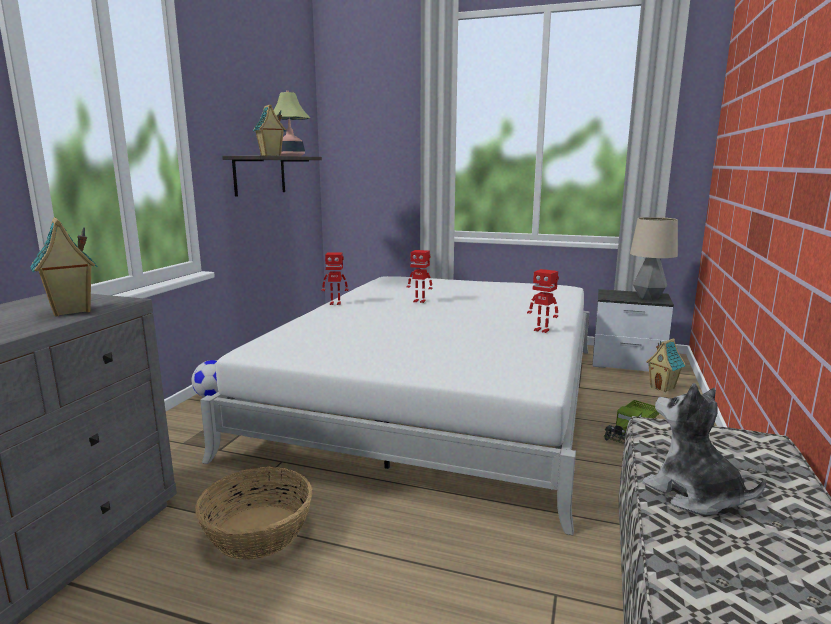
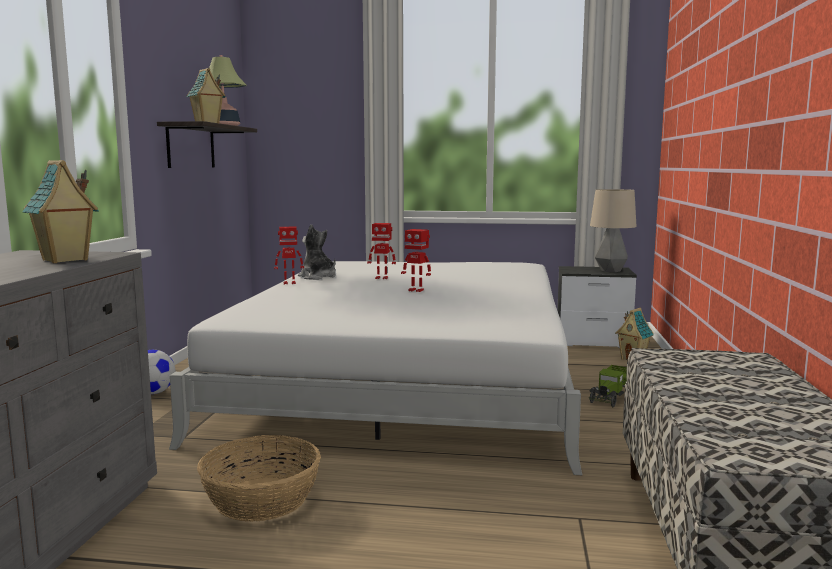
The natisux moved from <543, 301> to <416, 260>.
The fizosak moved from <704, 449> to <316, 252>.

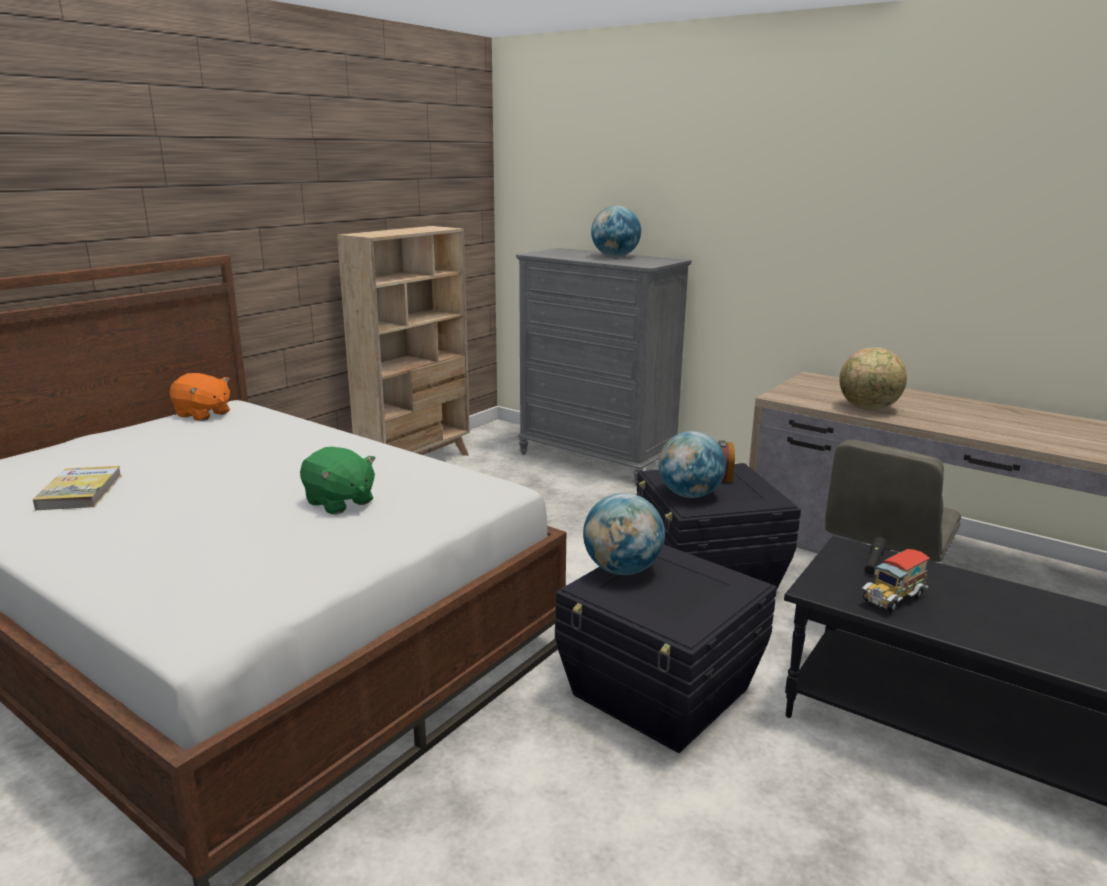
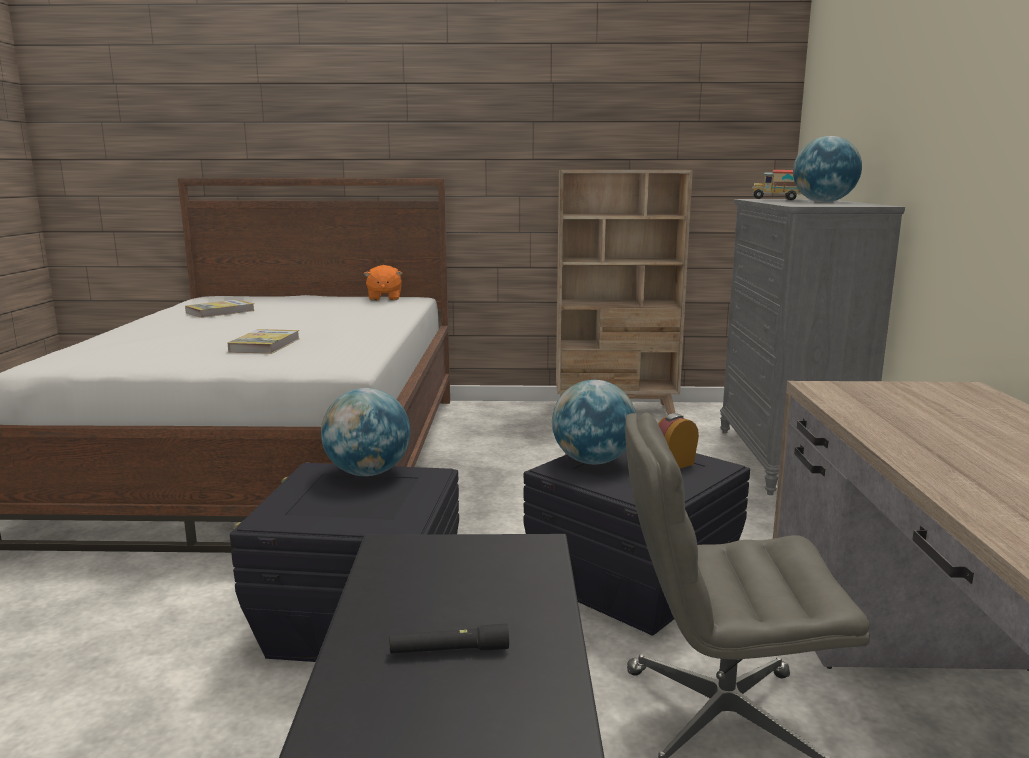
The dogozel at <873, 378> disappeared.
The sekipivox moved from <896, 581> to <777, 185>.
The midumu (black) moved from <875, 556> to <449, 639>.
The fizosak (green) at <338, 480> was replaced by the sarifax at <263, 341>.

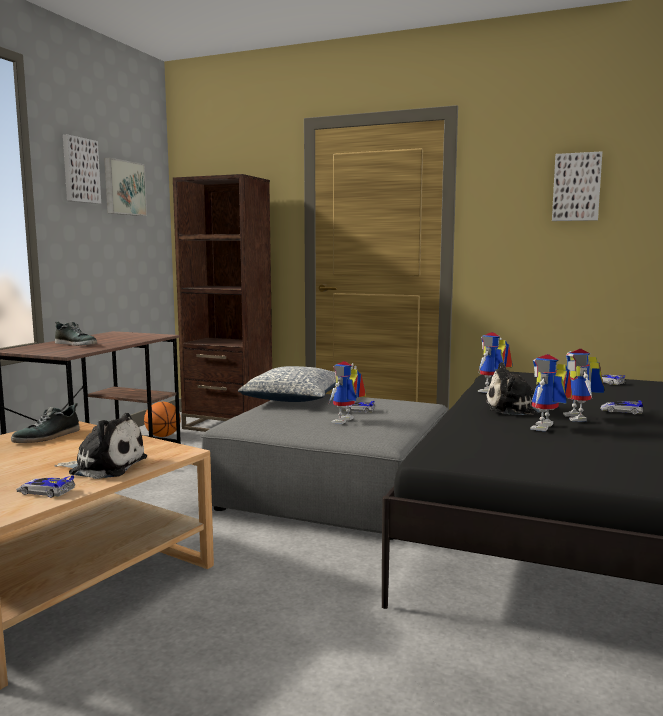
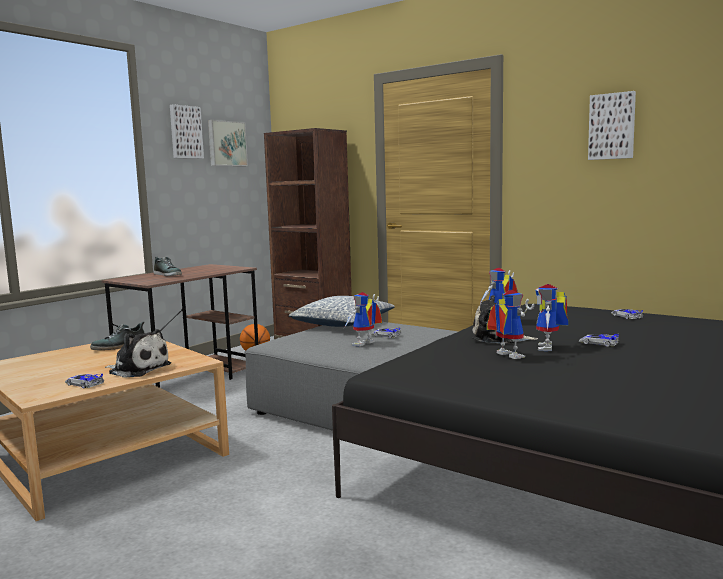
The natisux at <551, 392> turned 105 degrees clockwise.

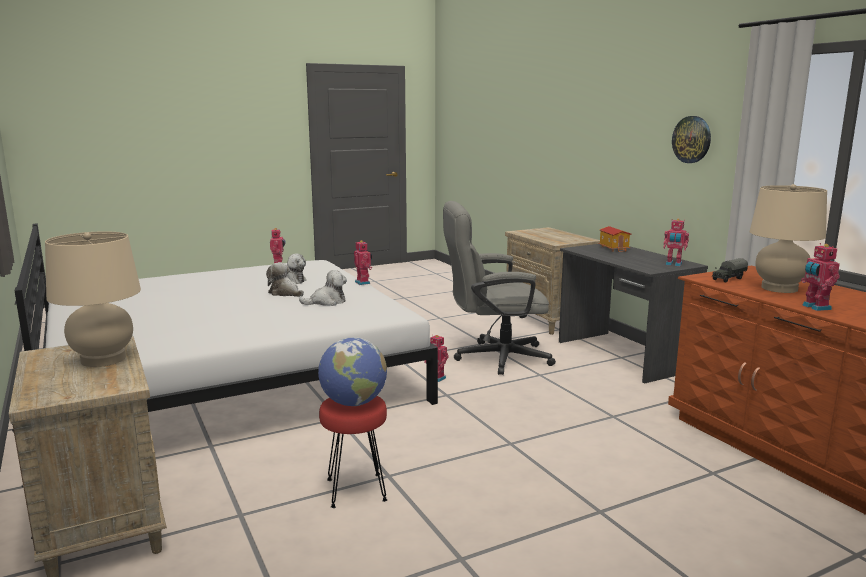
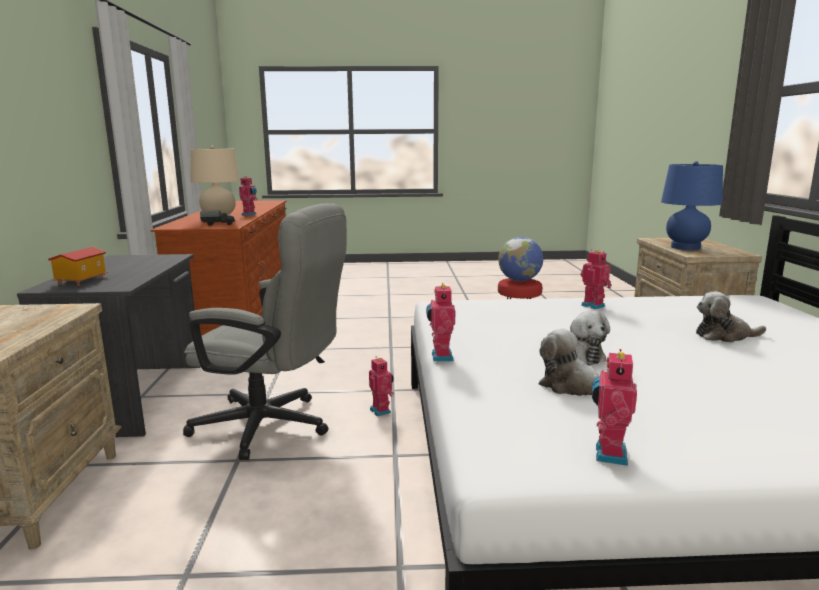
The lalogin at <691, 139> disappeared.
The fizosak moved from <323, 288> to <731, 317>.
The natisux moved from <676, 242> to <596, 279>.
The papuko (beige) at <93, 299> became the papuko (blue) at <692, 205>.

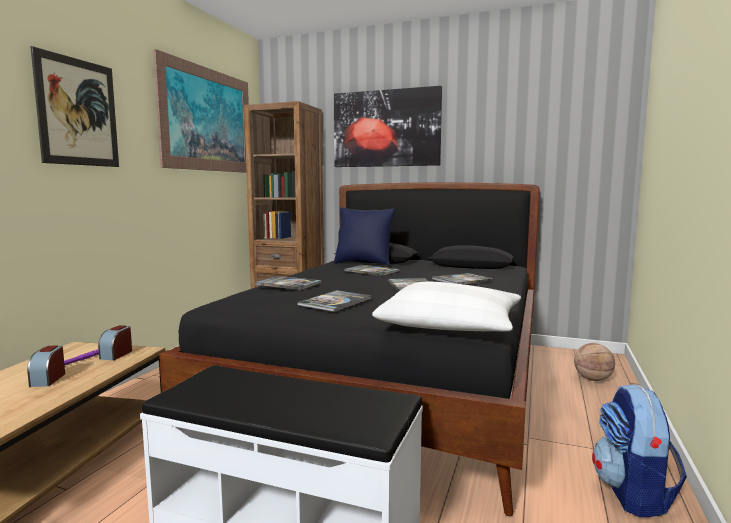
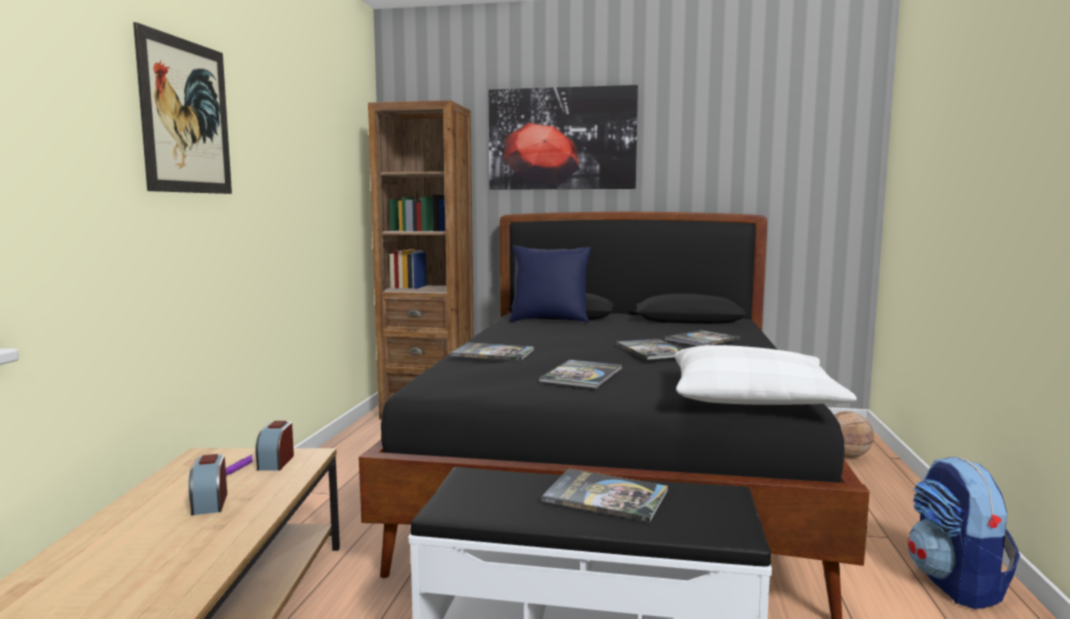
The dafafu at <201, 111> disappeared.
The sarifax moved from <372, 270> to <604, 496>.

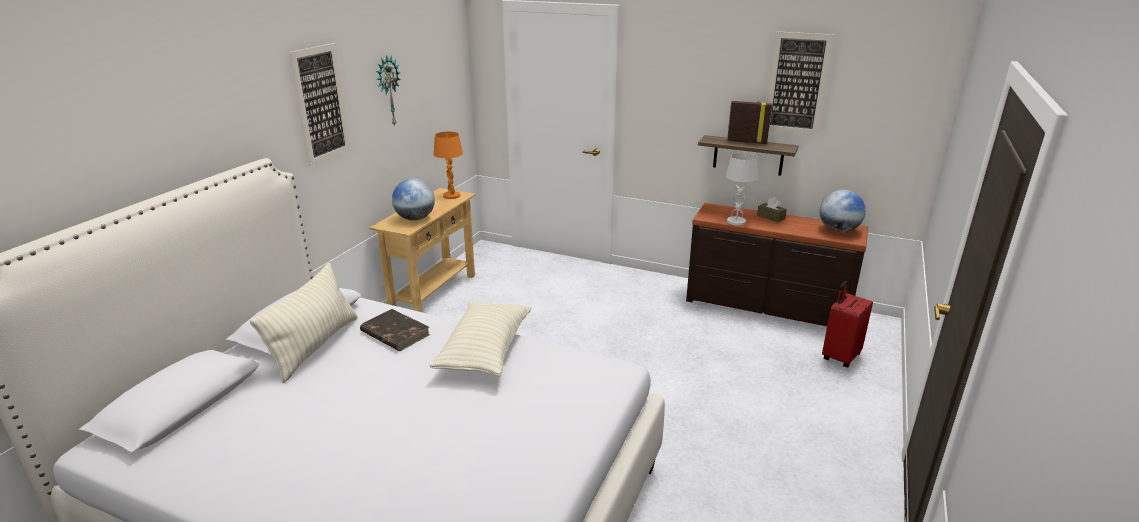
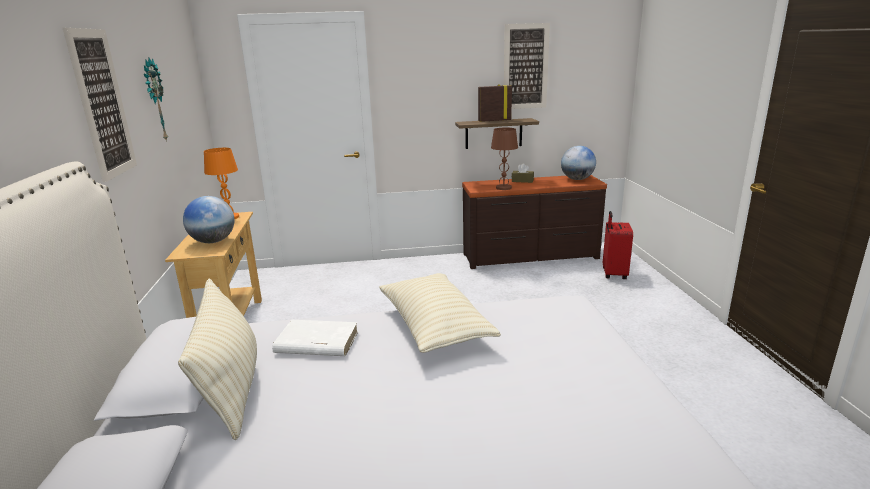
The sarifax (brown) at <395, 330> became the sarifax (white) at <315, 338>.
The papuko (white) at <742, 189> became the papuko (brown) at <504, 159>.

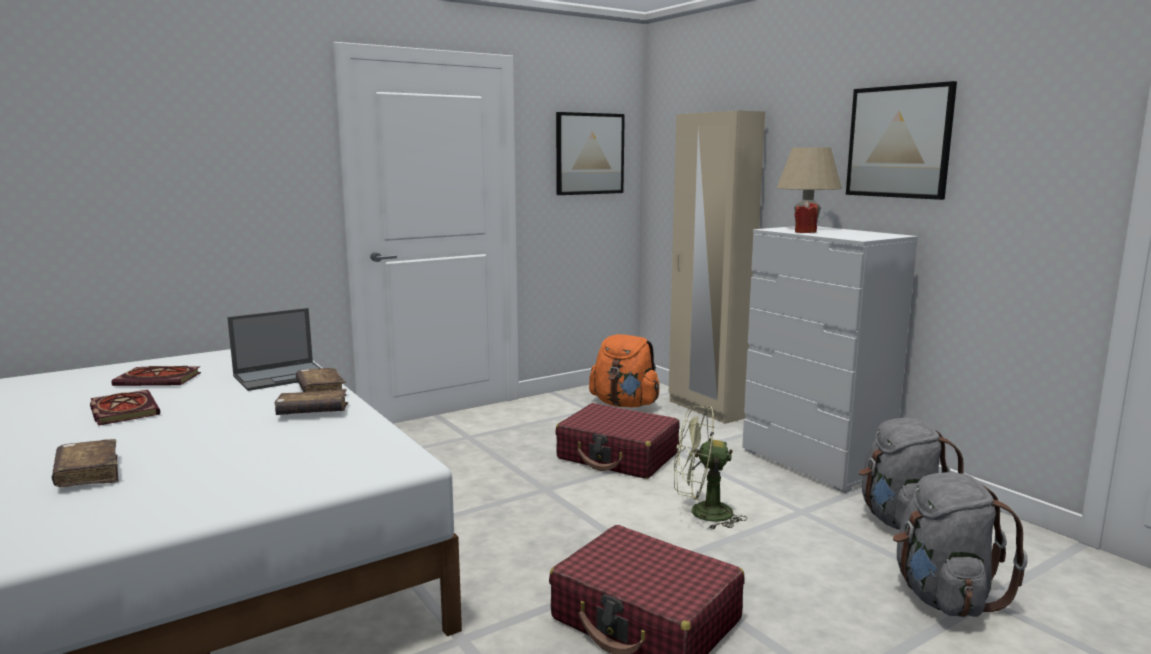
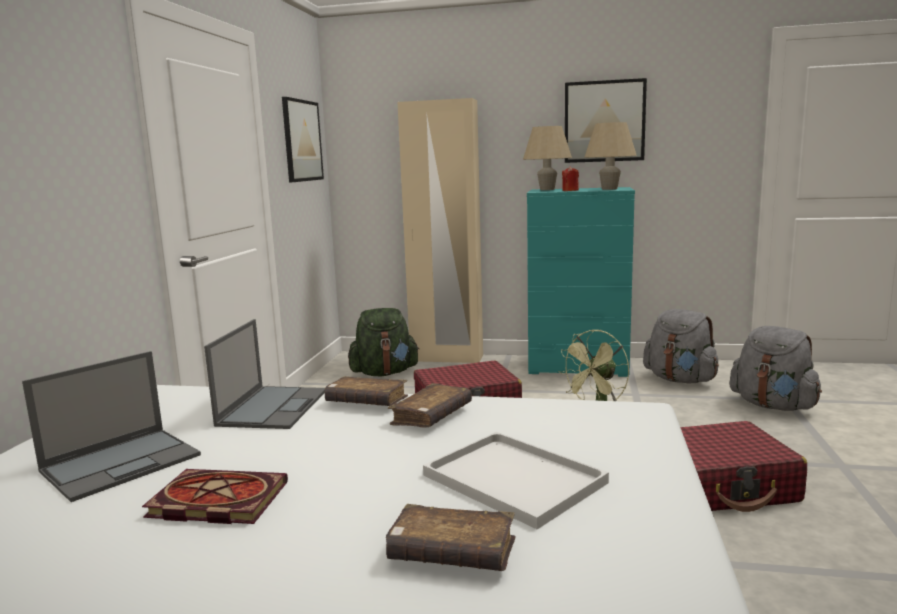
The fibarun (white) at <516, 480> appeared.
The papuko (beige) at <611, 156> appeared.
The sarifax at <156, 376> was replaced by the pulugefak at <111, 426>.
The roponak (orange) at <624, 370> became the roponak (green) at <384, 342>.
The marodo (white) at <830, 359> became the marodo (turquoise) at <581, 282>.

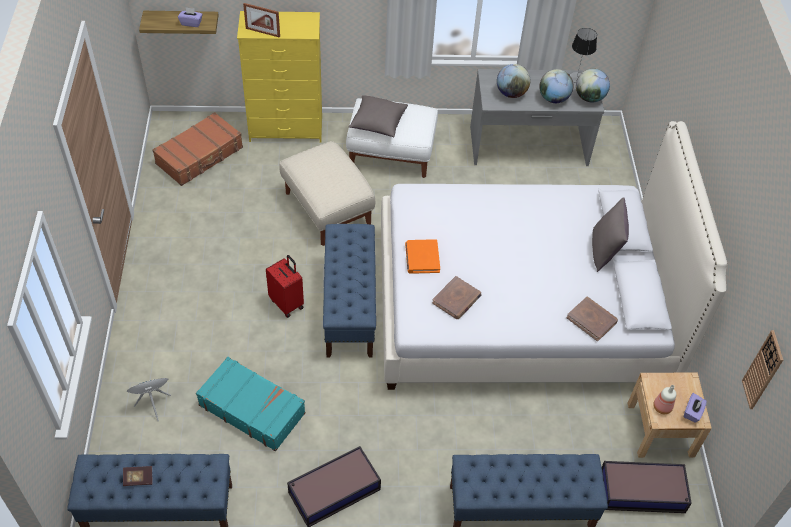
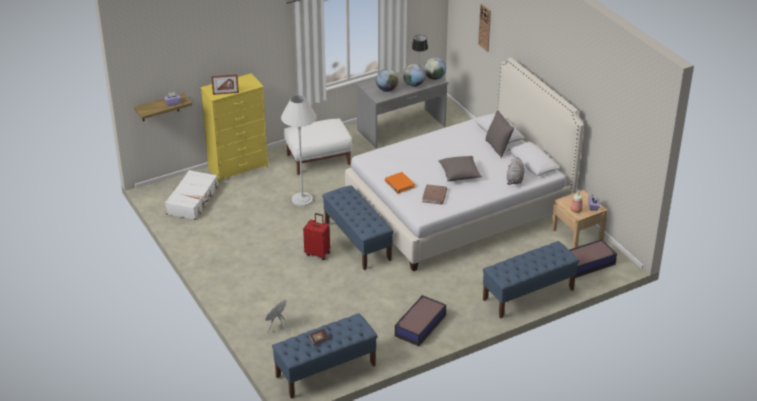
The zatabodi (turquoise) at <250, 404> disappeared.
The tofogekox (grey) moved from <378, 116> to <460, 168>.
The lalogin moved from <762, 369> to <484, 28>.
The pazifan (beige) at <327, 193> was replaced by the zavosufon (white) at <299, 150>.
The sarifax (brown) at <592, 319> was replaced by the fizosak (grey) at <515, 171>.
The zatabodi (brown) at <197, 149> became the zatabodi (white) at <192, 195>.

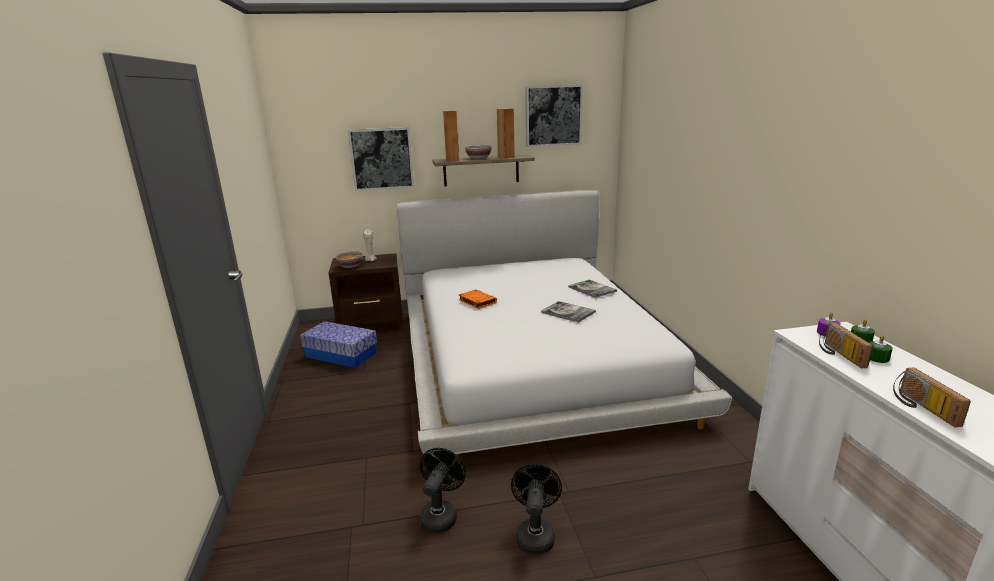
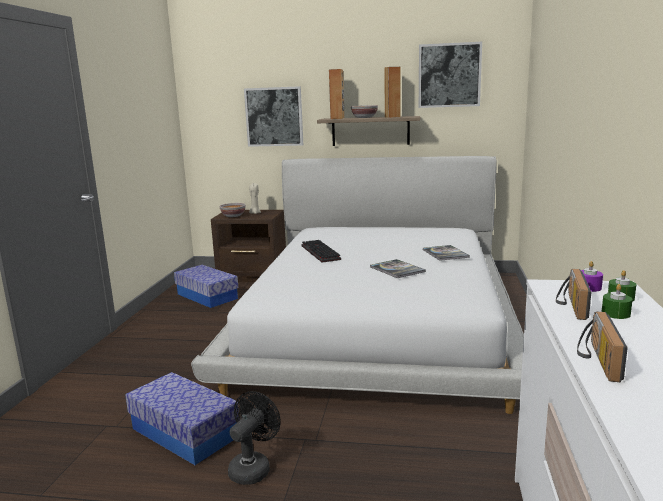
The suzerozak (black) at <442, 490> was replaced by the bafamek at <182, 418>.
The sarifax (orange) at <478, 299> was replaced by the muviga at <321, 251>.

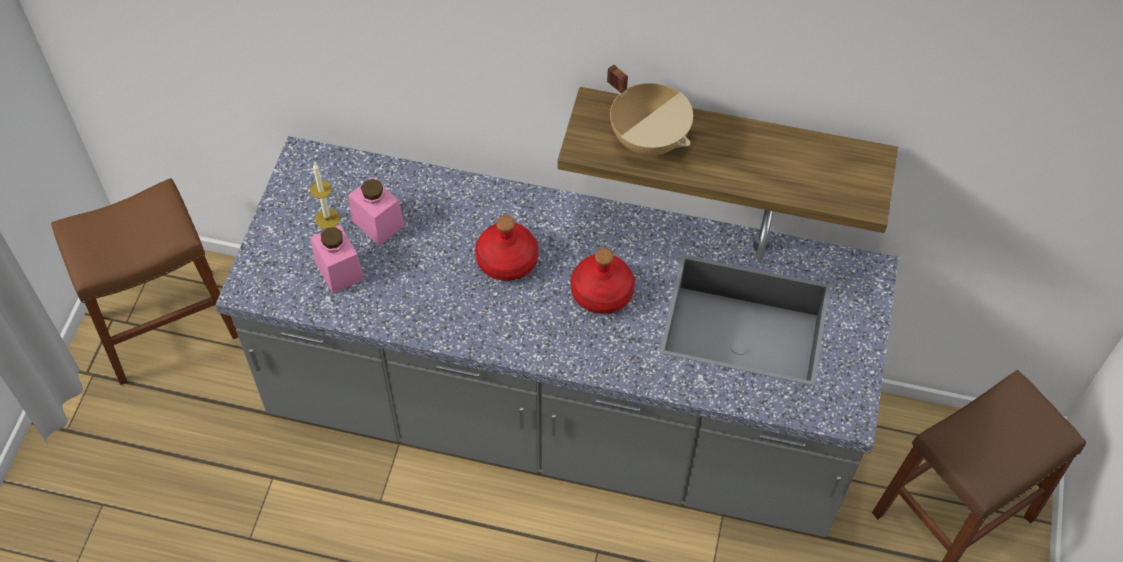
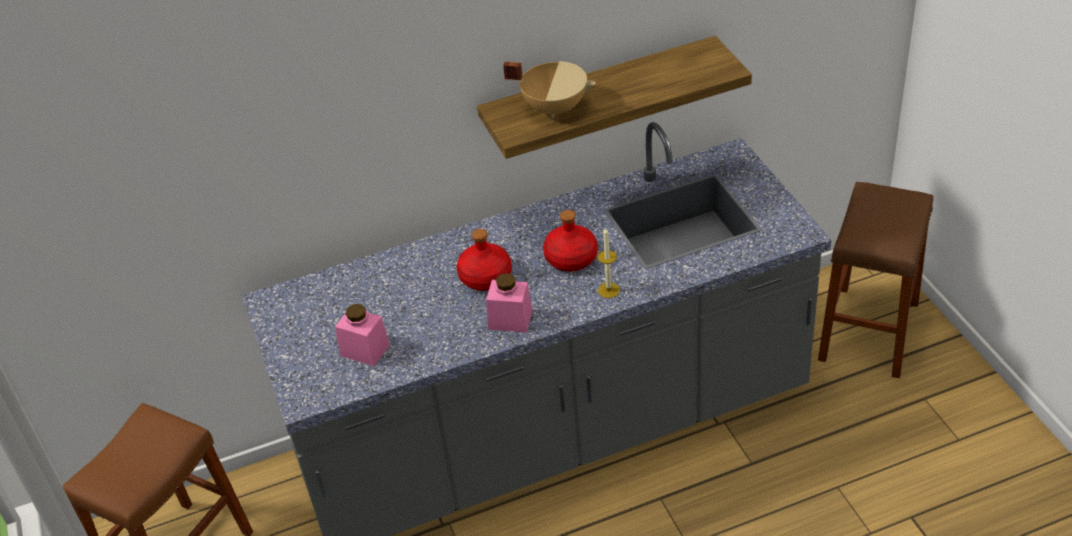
The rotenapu moved from <325, 196> to <608, 262>.
The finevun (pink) moved from <376, 211> to <509, 303>.

